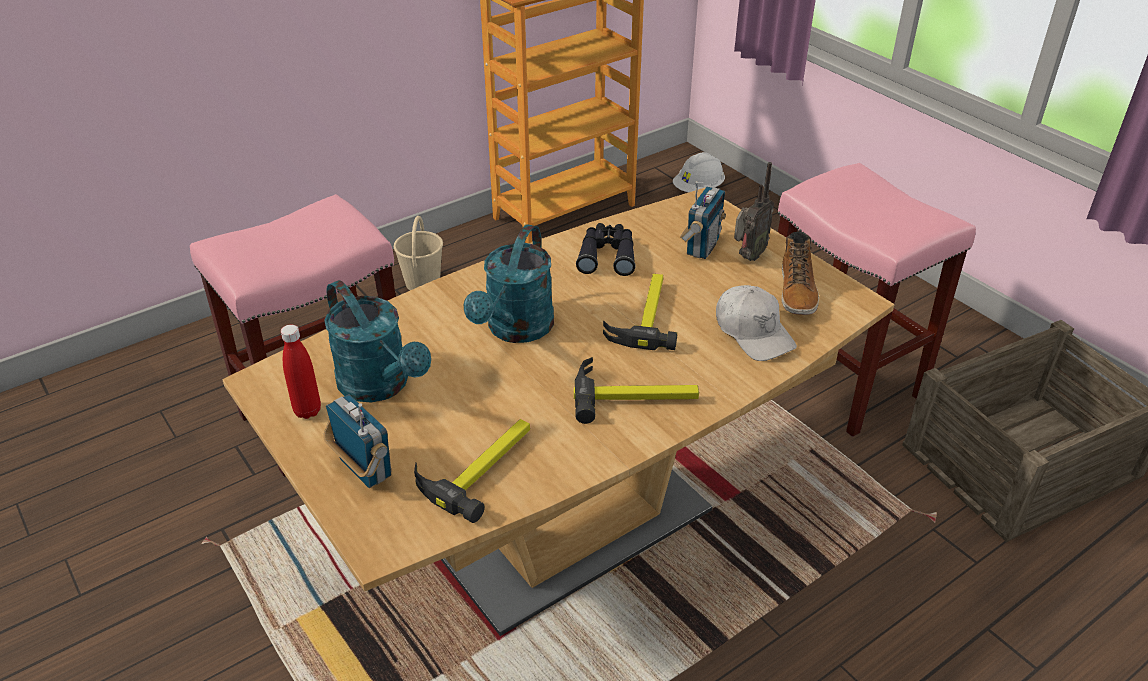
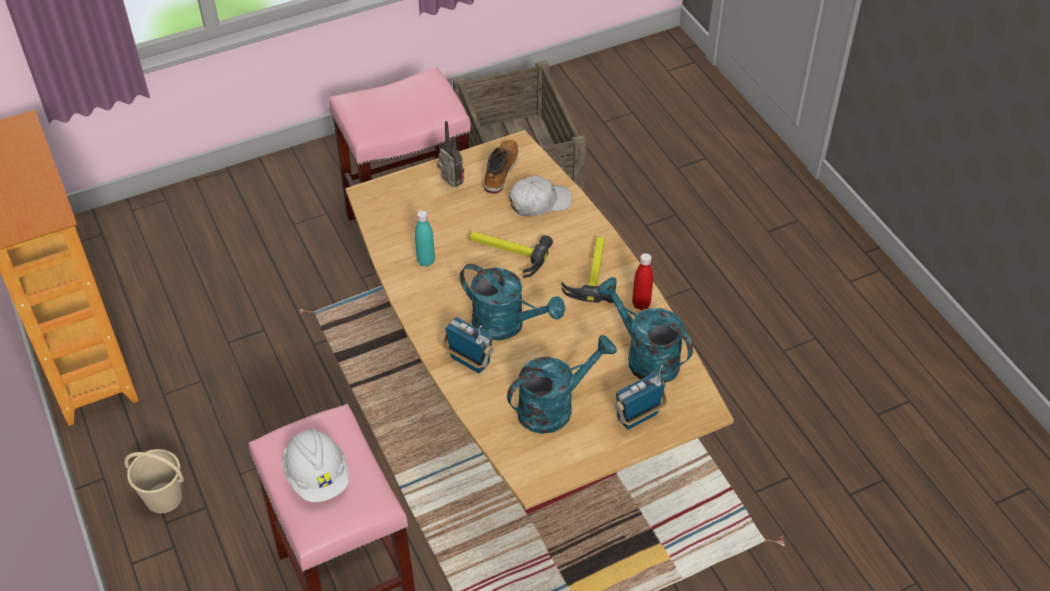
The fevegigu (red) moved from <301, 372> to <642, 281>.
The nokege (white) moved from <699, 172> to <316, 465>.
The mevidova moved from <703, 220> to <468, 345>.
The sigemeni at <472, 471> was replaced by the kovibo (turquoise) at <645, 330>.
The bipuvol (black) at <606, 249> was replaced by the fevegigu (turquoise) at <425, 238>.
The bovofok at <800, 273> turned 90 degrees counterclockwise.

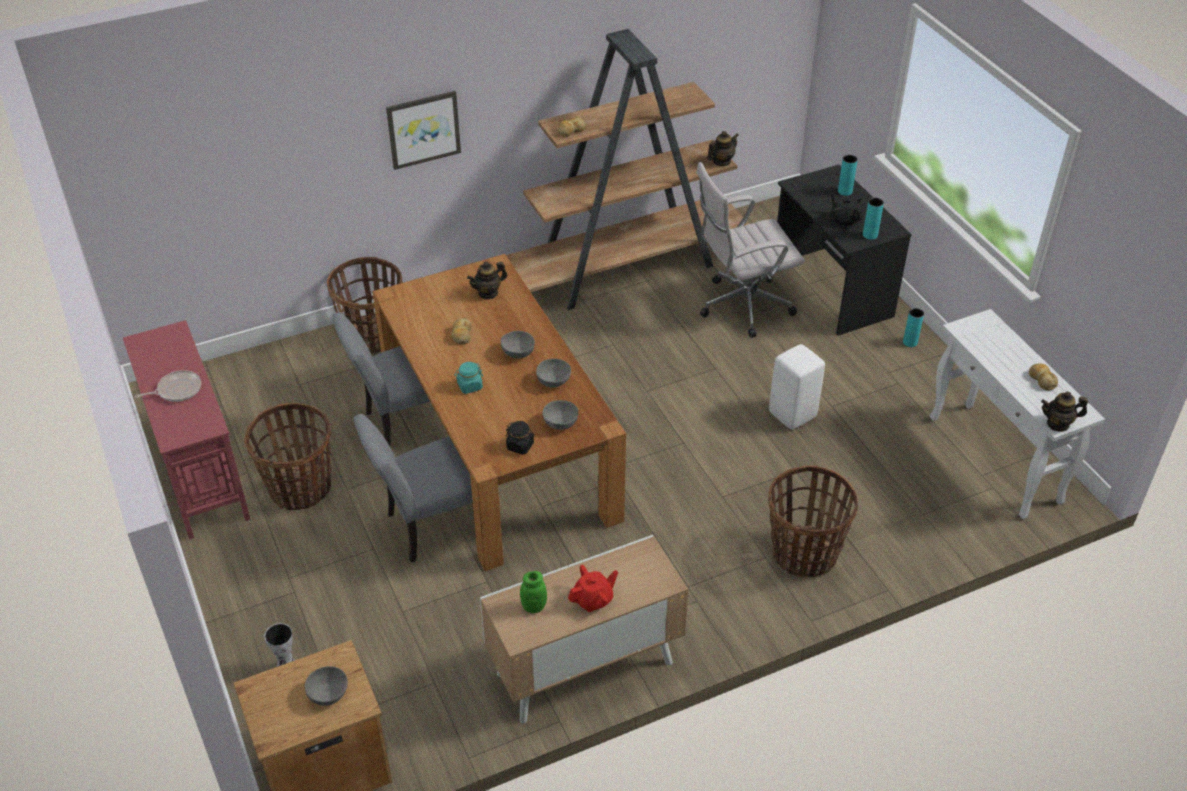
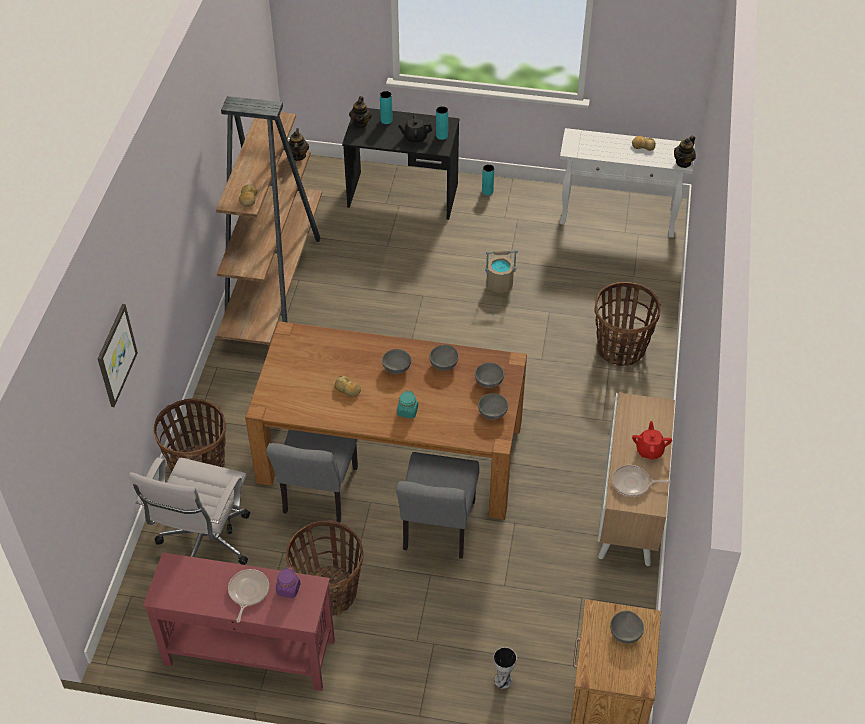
The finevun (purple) at <288, 582> appeared.
The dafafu moved from <423, 130> to <117, 355>.
The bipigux moved from <487, 280> to <360, 112>.
The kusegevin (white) moved from <750, 250> to <189, 511>.
The finevun (black) at <520, 438> was replaced by the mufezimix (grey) at <493, 406>.
The finevun (green) at <533, 592> was replaced by the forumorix at <641, 481>.
The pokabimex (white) at <797, 386> was replaced by the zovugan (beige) at <501, 271>.

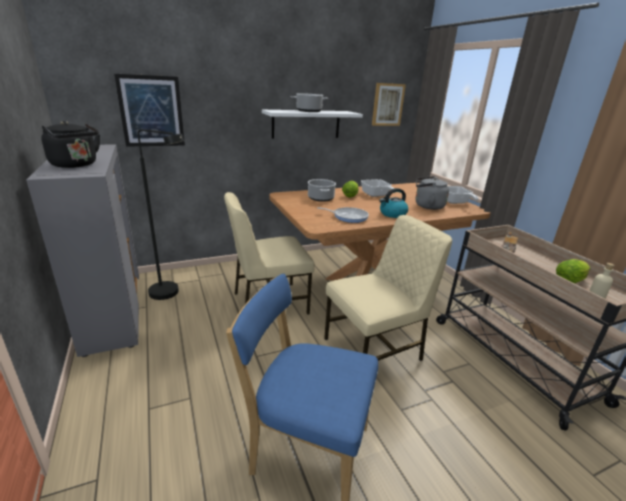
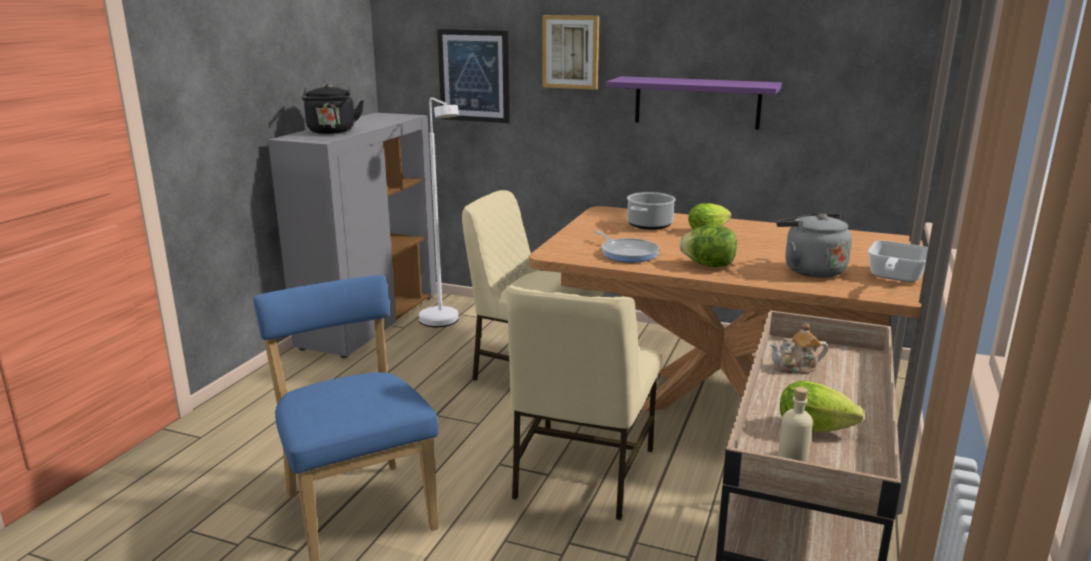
The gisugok at <310, 102> disappeared.
The forumorix at <378, 188> disappeared.
The dafafu moved from <389, 104> to <570, 52>.
The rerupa at <393, 203> was replaced by the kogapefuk at <708, 246>.
The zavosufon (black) at <161, 214> became the zavosufon (white) at <439, 212>.
The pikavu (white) at <312, 124> became the pikavu (purple) at <694, 103>.
The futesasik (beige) at <388, 288> turned 90 degrees clockwise.

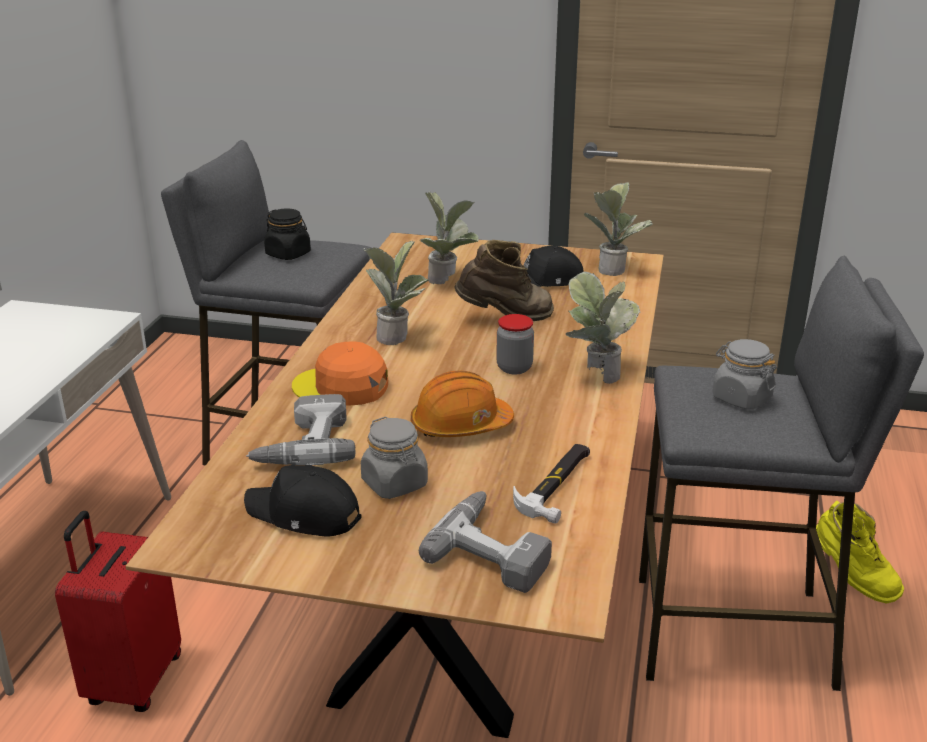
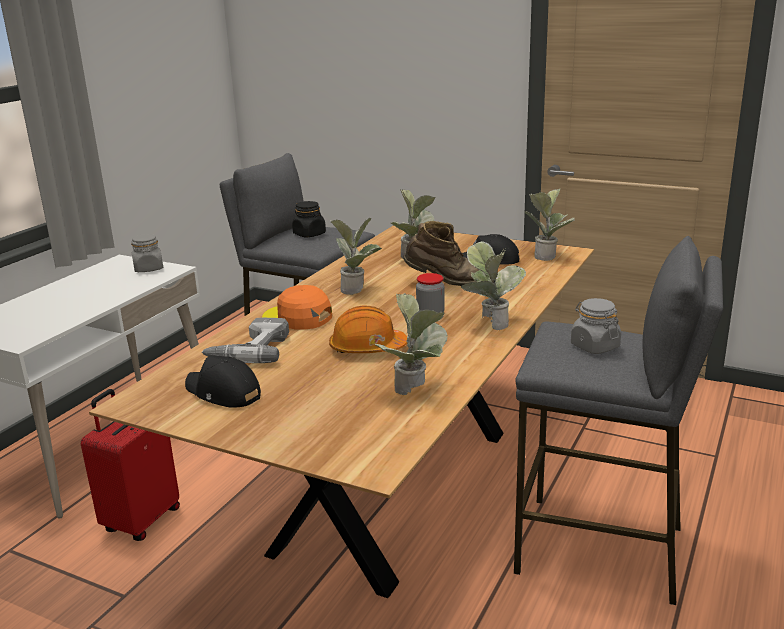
The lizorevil at <485, 542> disappeared.
The bovofok (yellow) at <860, 552> disappeared.
The finevun (grey) moved from <394, 458> to <147, 253>.
The sigemeni at <551, 484> was replaced by the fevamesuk at <411, 344>.

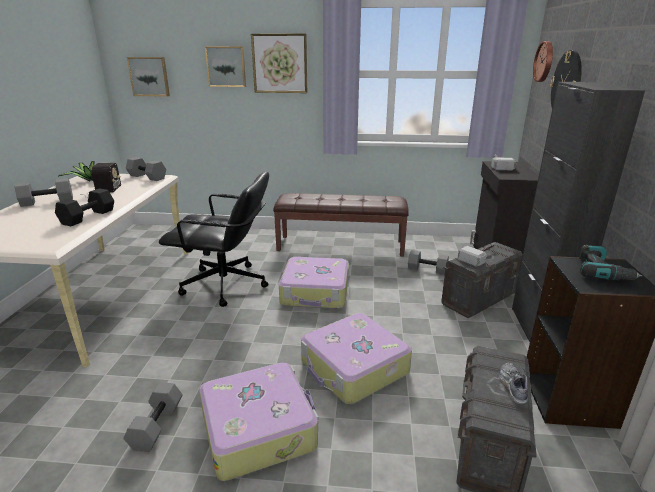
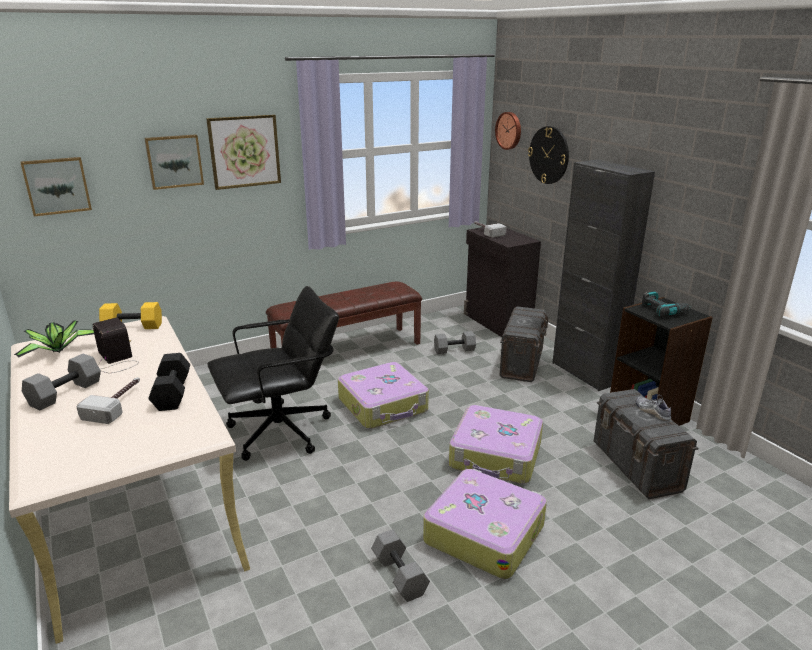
The sigemeni moved from <476, 255> to <108, 400>.
The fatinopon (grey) at <146, 169> became the fatinopon (yellow) at <130, 315>.

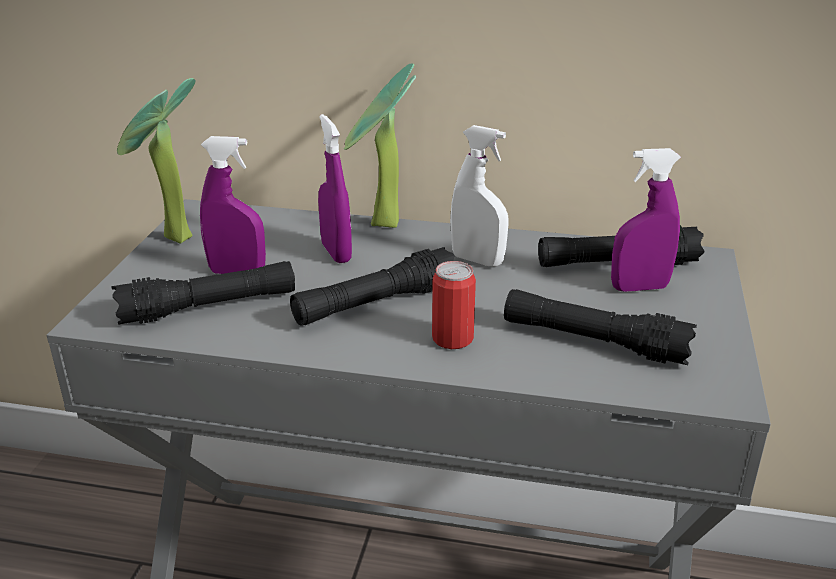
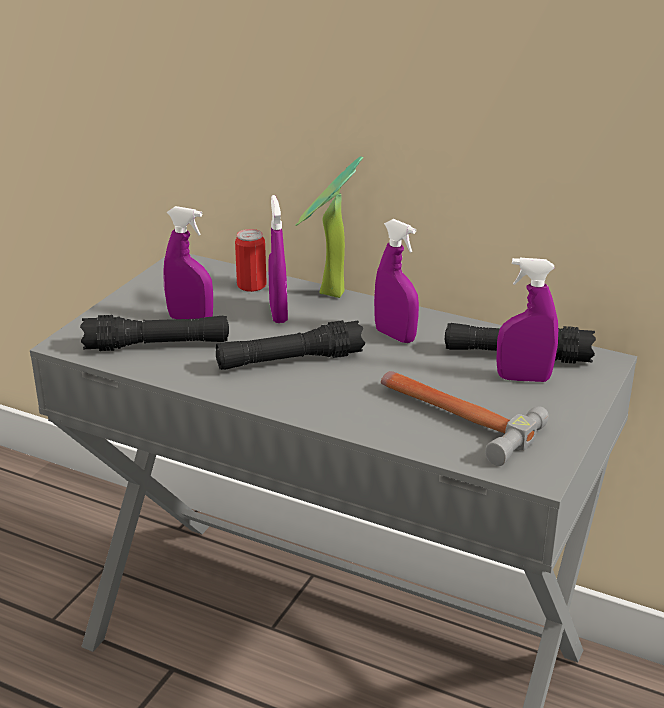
The fevamesuk at <156, 160> disappeared.
The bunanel moved from <454, 305> to <251, 260>.
The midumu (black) at <600, 327> was replaced by the sigemeni at <465, 418>.
The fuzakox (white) at <479, 196> became the fuzakox (purple) at <396, 281>.

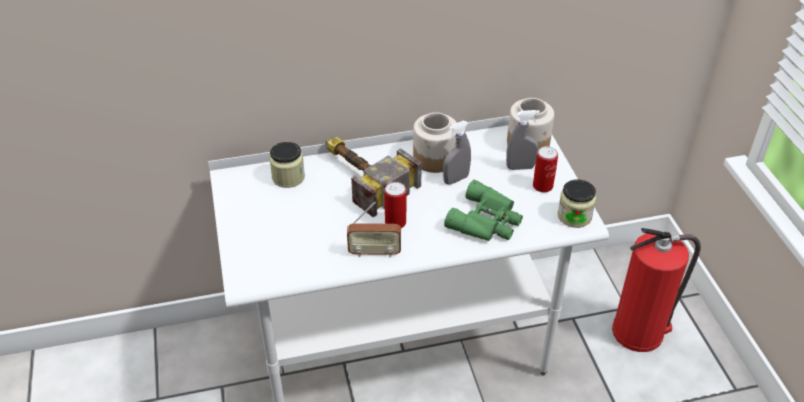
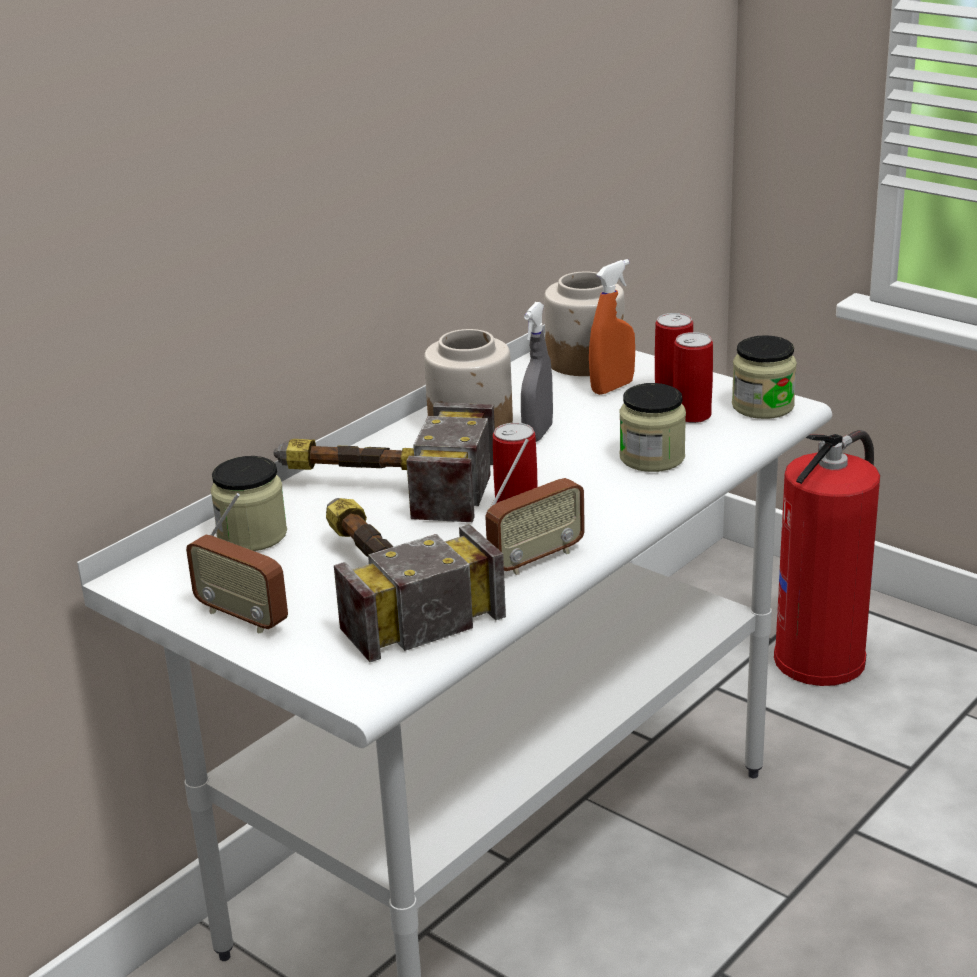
The mevidova at <237, 563> appeared.
The sigemeni at <416, 580> appeared.
The bunanel at <693, 377> appeared.
The bipuvol (green) at <483, 210> was replaced by the finevun at <652, 427>.
The fuzakox (grey) at <523, 140> became the fuzakox (orange) at <612, 327>.

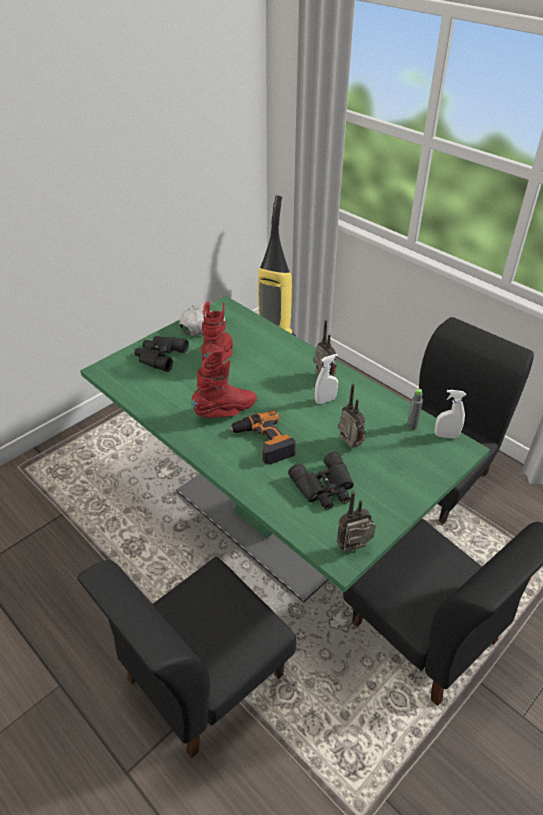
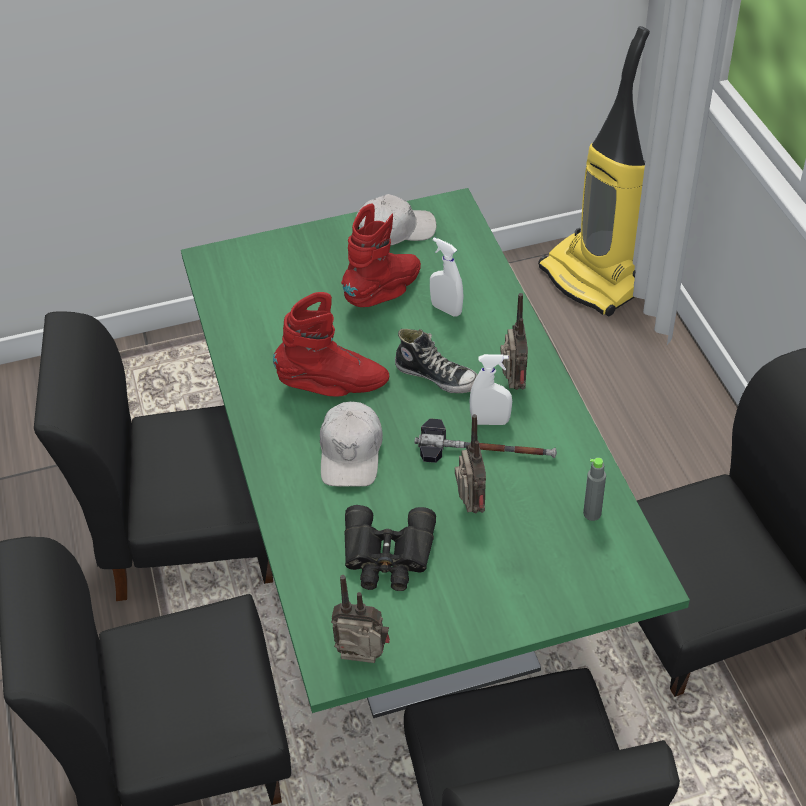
The bipuvol (black) at <162, 354> disappeared.
The futesasik (black) at <153, 456> appeared.
The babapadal at <436, 361> appeared.
The sigemeni at <486, 440> appeared.
The fuzakox (white) moved from <450, 414> to <447, 277>.
The lizorevil at <262, 437> was replaced by the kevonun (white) at <351, 444>.

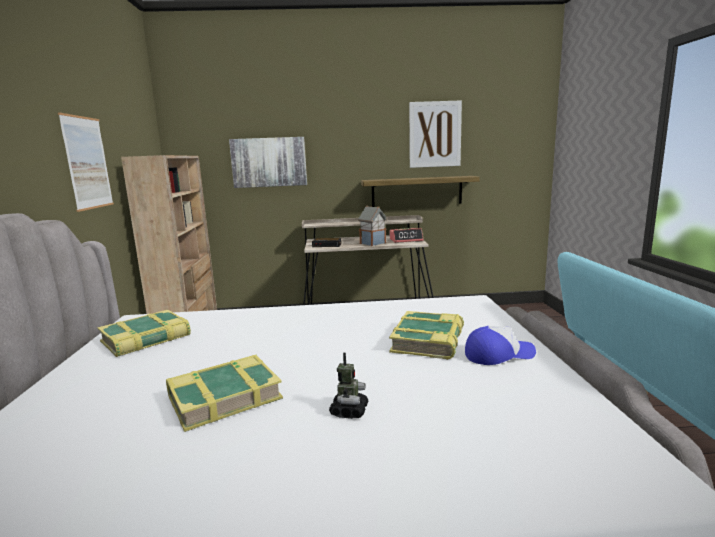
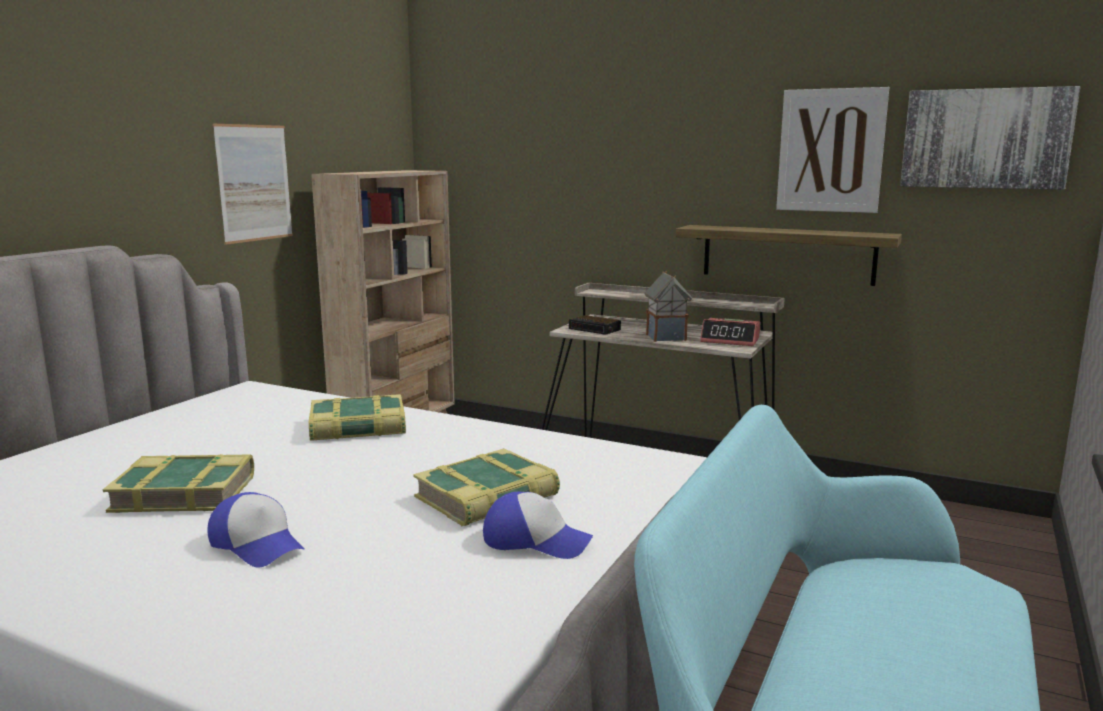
The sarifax moved from <144, 333> to <357, 417>.
The dafafu moved from <268, 162> to <990, 138>.
The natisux at <348, 385> was replaced by the kevonun at <255, 530>.

